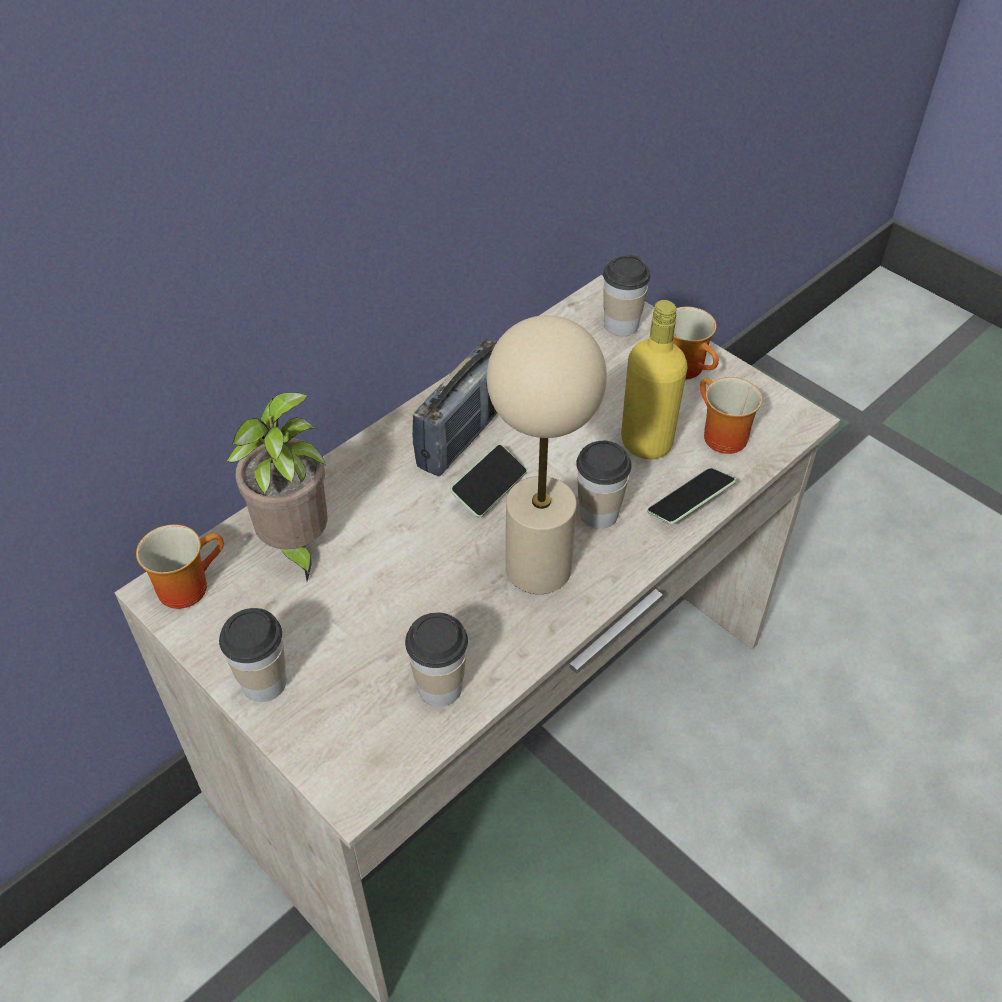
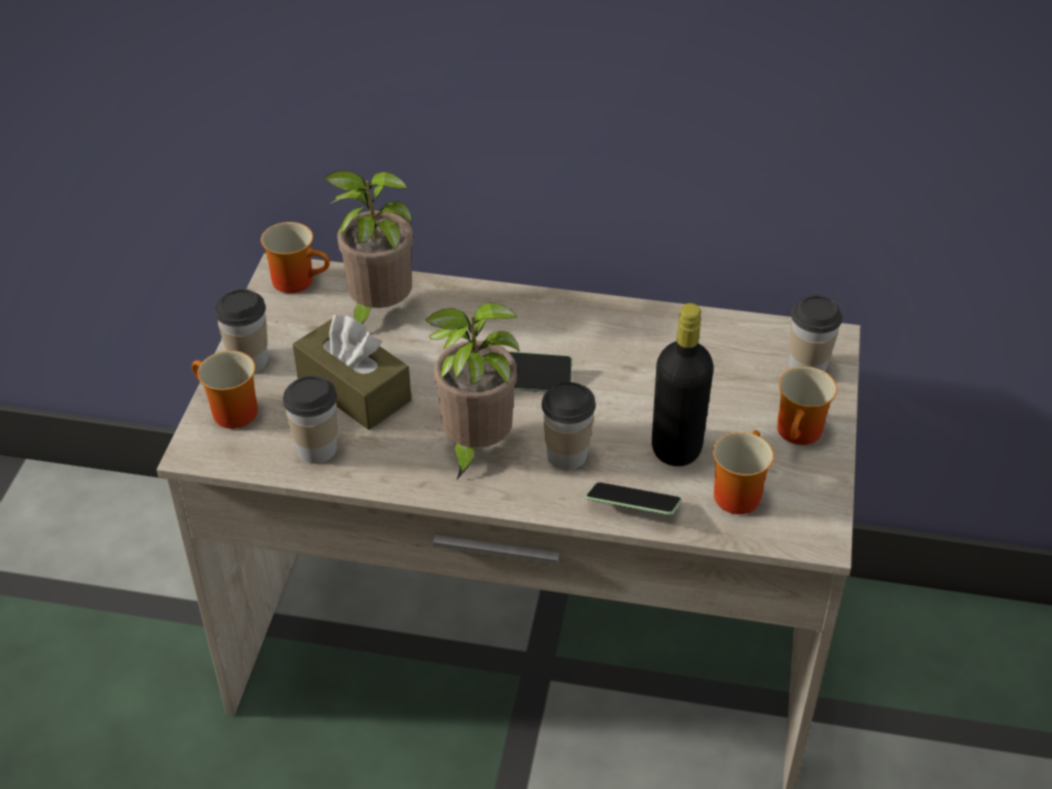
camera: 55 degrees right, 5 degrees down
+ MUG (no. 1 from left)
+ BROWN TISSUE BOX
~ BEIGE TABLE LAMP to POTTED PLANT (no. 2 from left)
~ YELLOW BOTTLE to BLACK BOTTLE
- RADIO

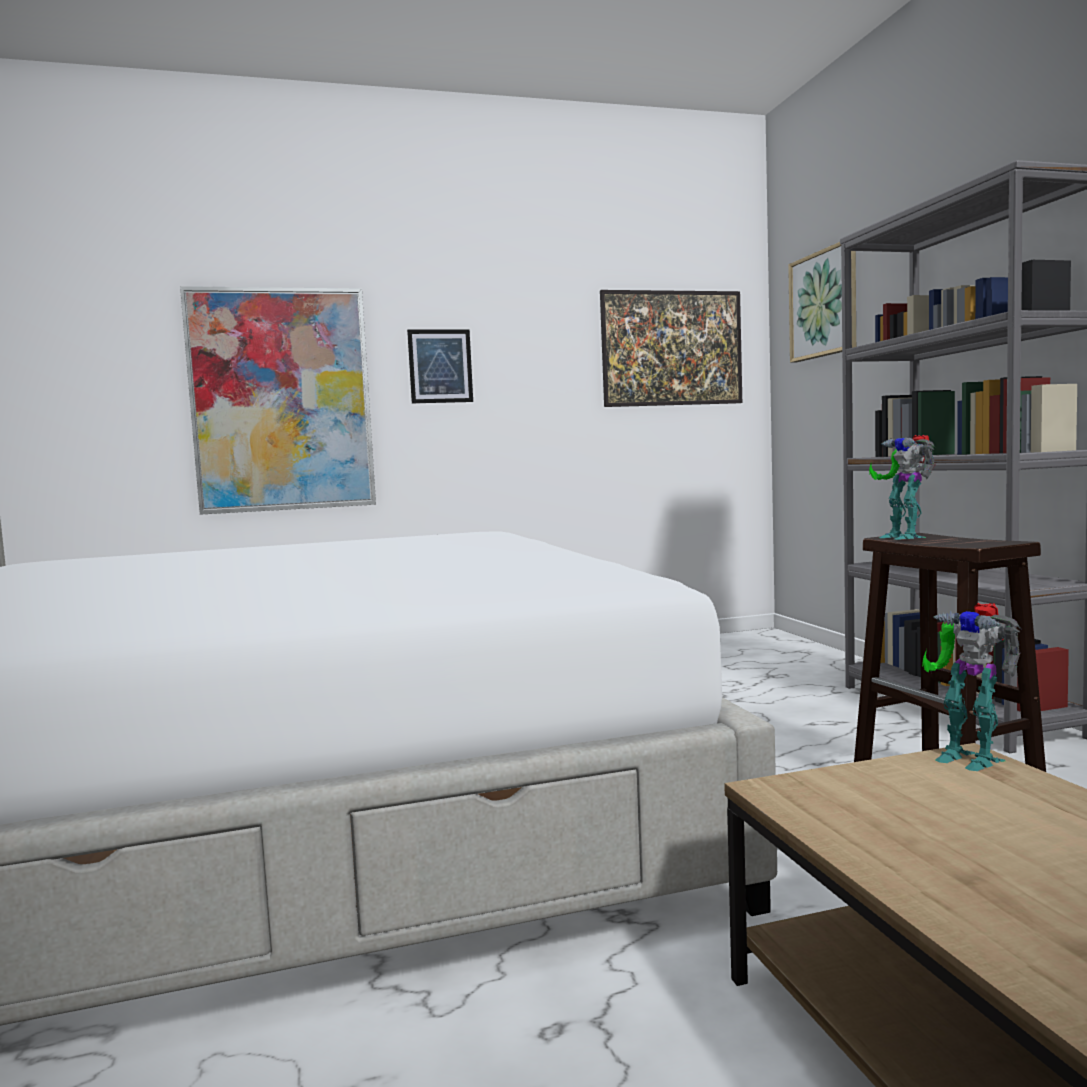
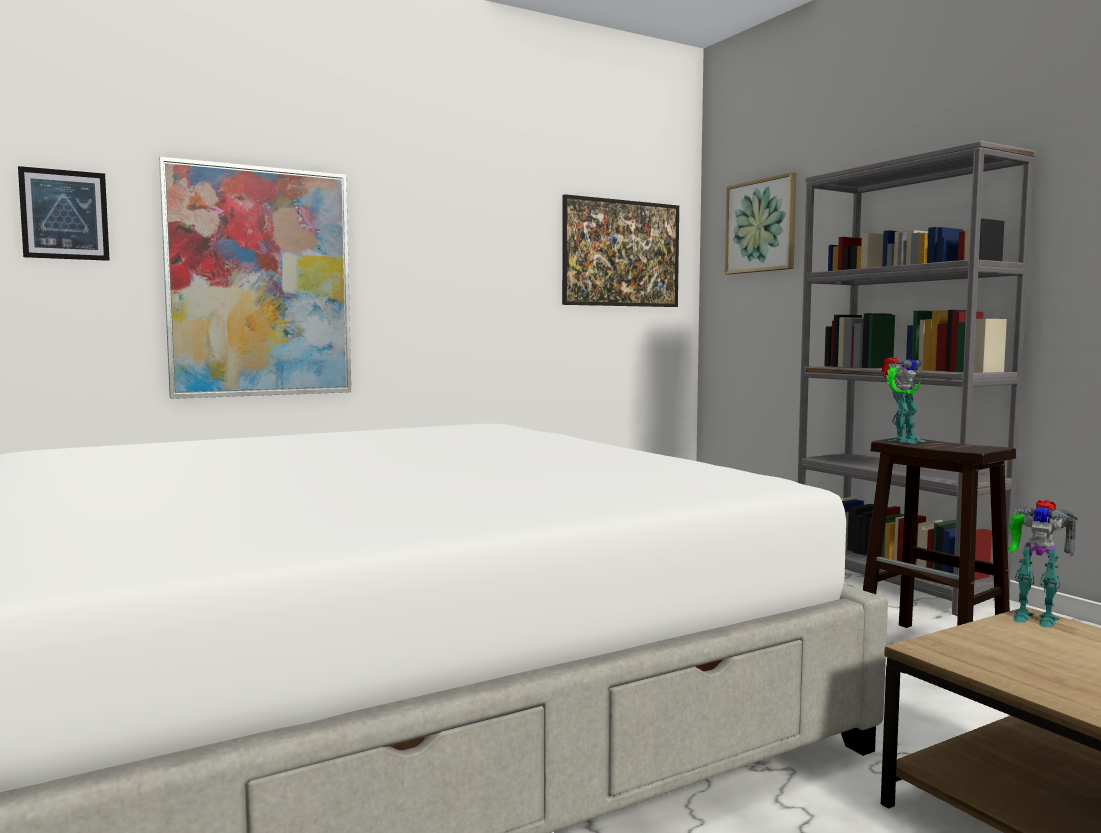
camera: 15 degrees left, 0 degrees up
~ PICTURE (no. 2 from left in the first image) to PICTURE (no. 1 from left)
~ TOY ROBOT (no. 1 from left) 90 degrees counterclockwise

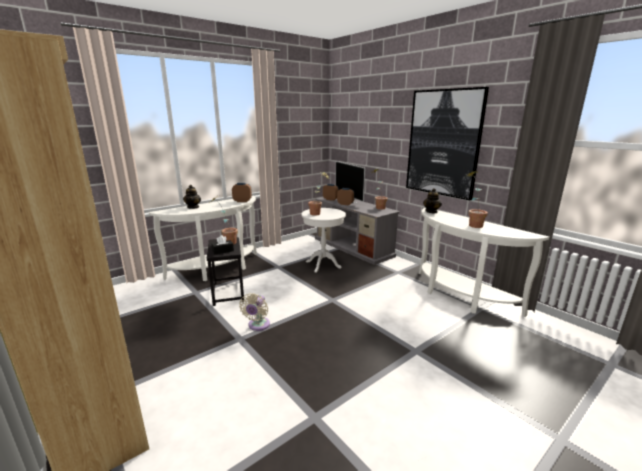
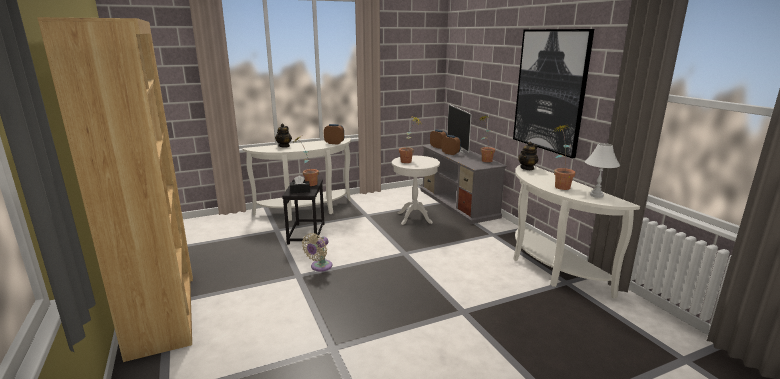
camera: 15 degrees right, 0 degrees up
+ WHITE TABLE LAMP

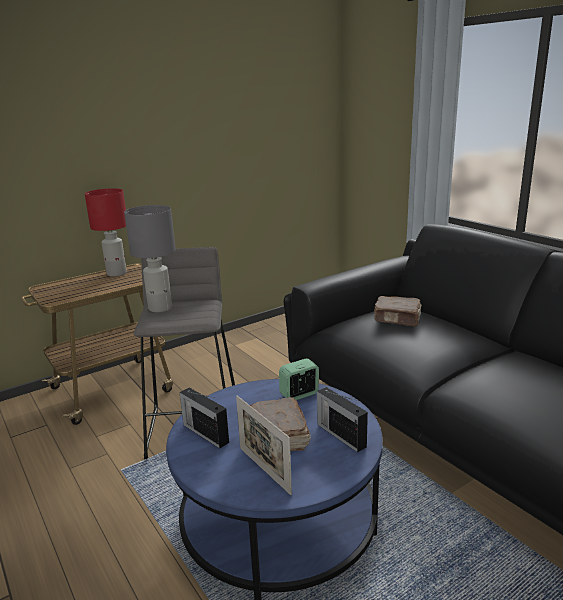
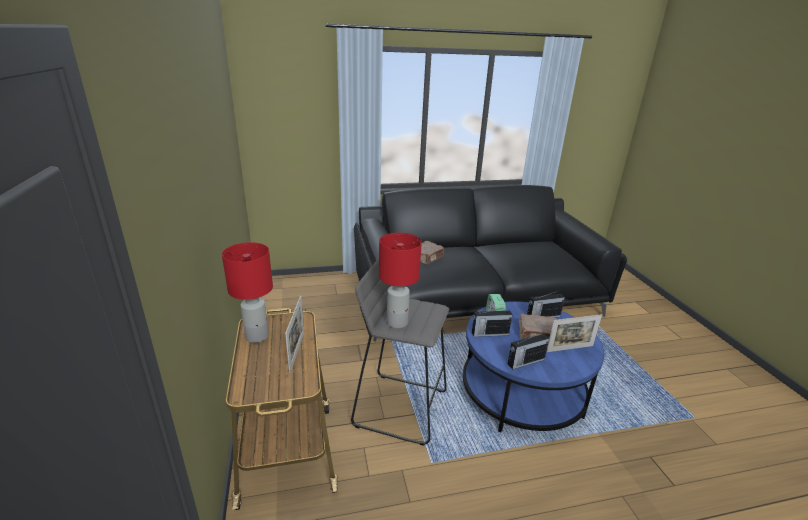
camera: 70 degrees left, 5 degrees up
+ PICTURE FRAME (no. 1 from left)
~ GREY TABLE LAMP to RED TABLE LAMP (no. 2 from left)
+ RADIO (no. 1 from left)

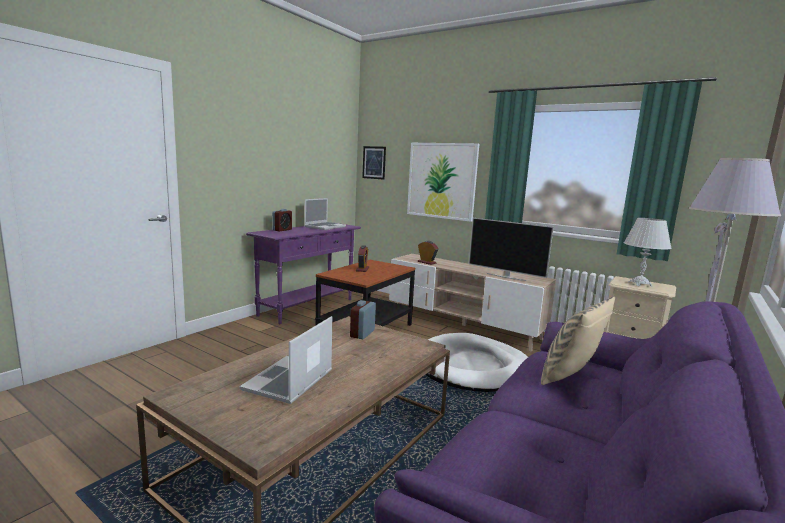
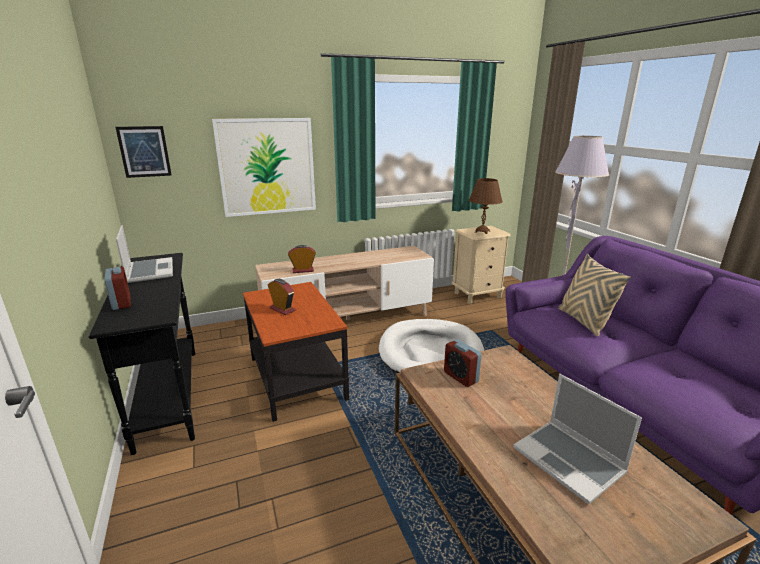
camera: 55 degrees left, 10 degrees up
~ PURPLE CONSOLE TABLE to BLACK CONSOLE TABLE
~ WHITE TABLE LAMP to BROWN TABLE LAMP
- TELEVISION

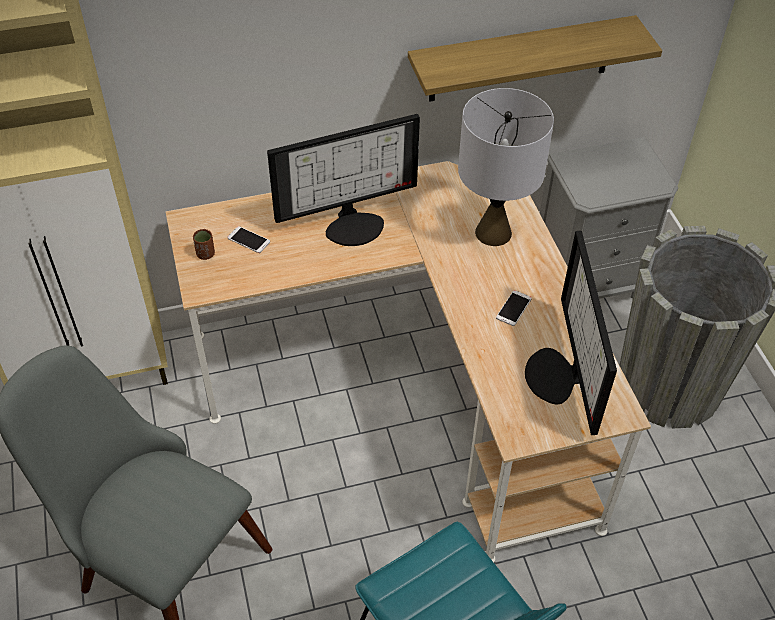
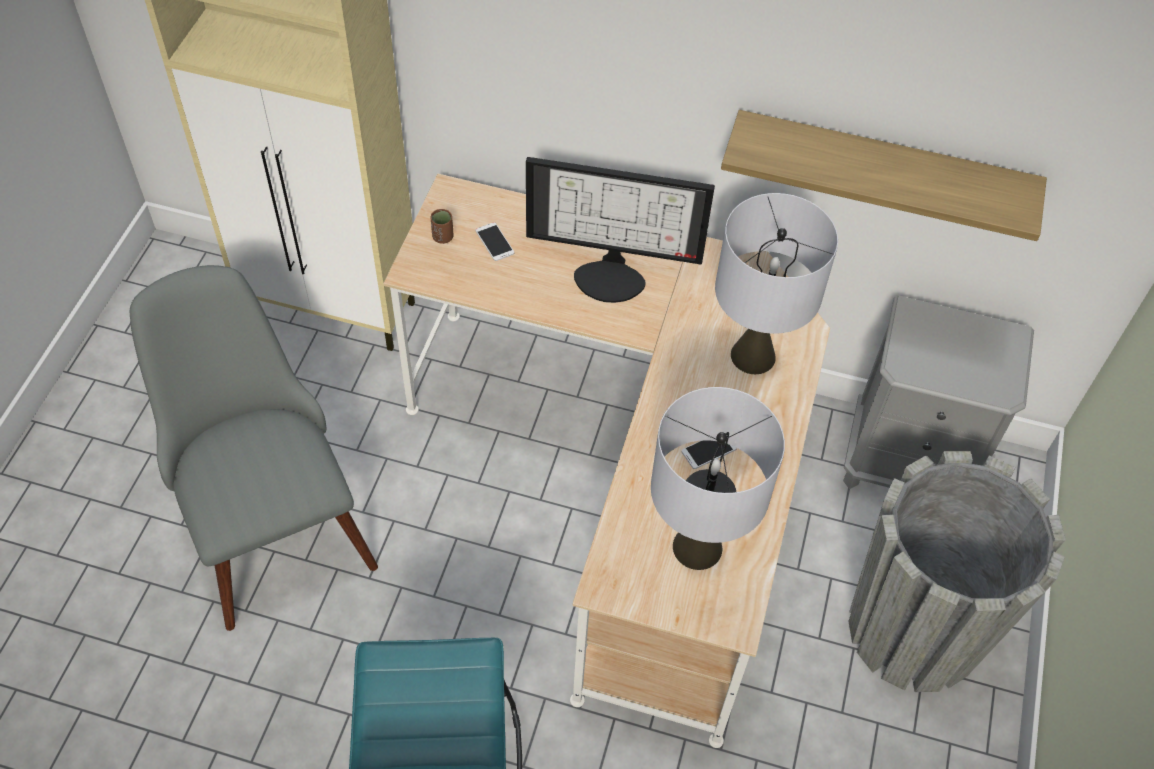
camera: 30 degrees right, 5 degrees up
~ MONITOR (no. 2 from left) to GREY TABLE LAMP (no. 1 from left)

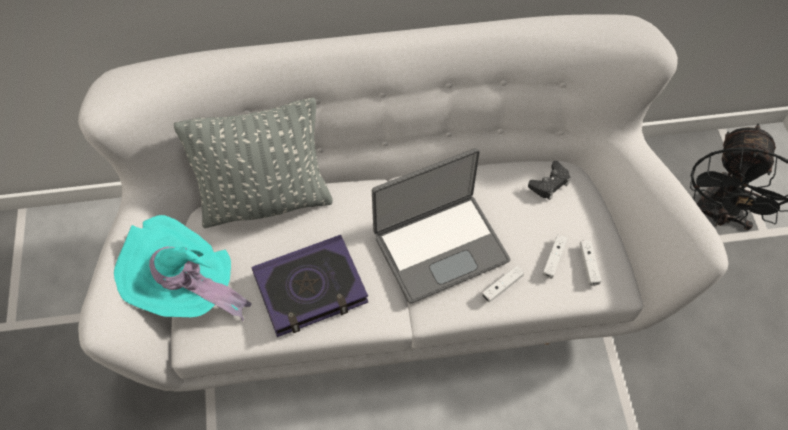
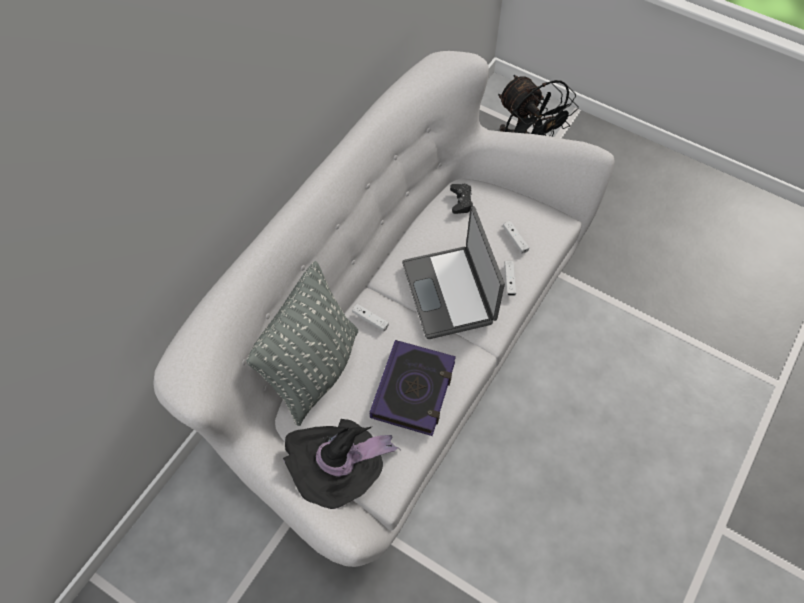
camera: 50 degrees left, 0 degrees up
~ TURQUOISE HAT to BLACK HAT
~ WHITE GAME CONTROLLER (no. 3 from left in the first image) to WHITE GAME CONTROLLER (no. 1 from left)
~ LAPTOP 150 degrees clockwise

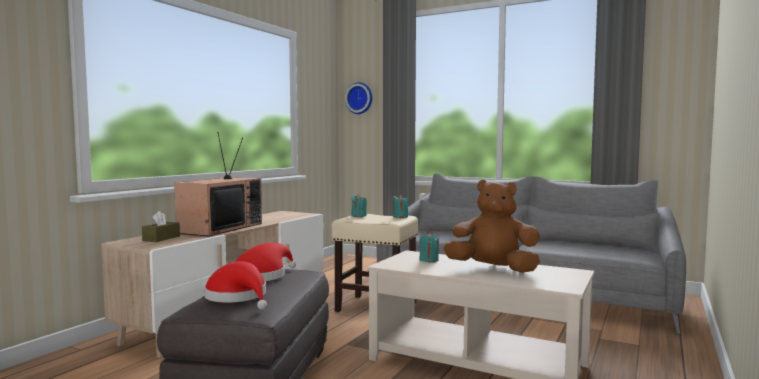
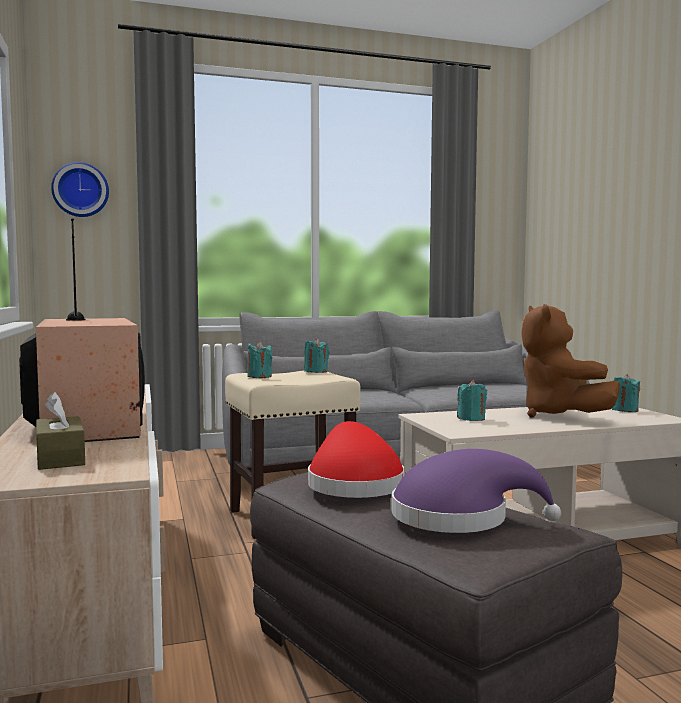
camera: 45 degrees left, 0 degrees up
~ RED HAT (no. 1 from left) to PURPLE HAT
~ BROWN PLUSH TOY 75 degrees counterclockwise
+ TURQUOISE CANDLE (no. 4 from left)

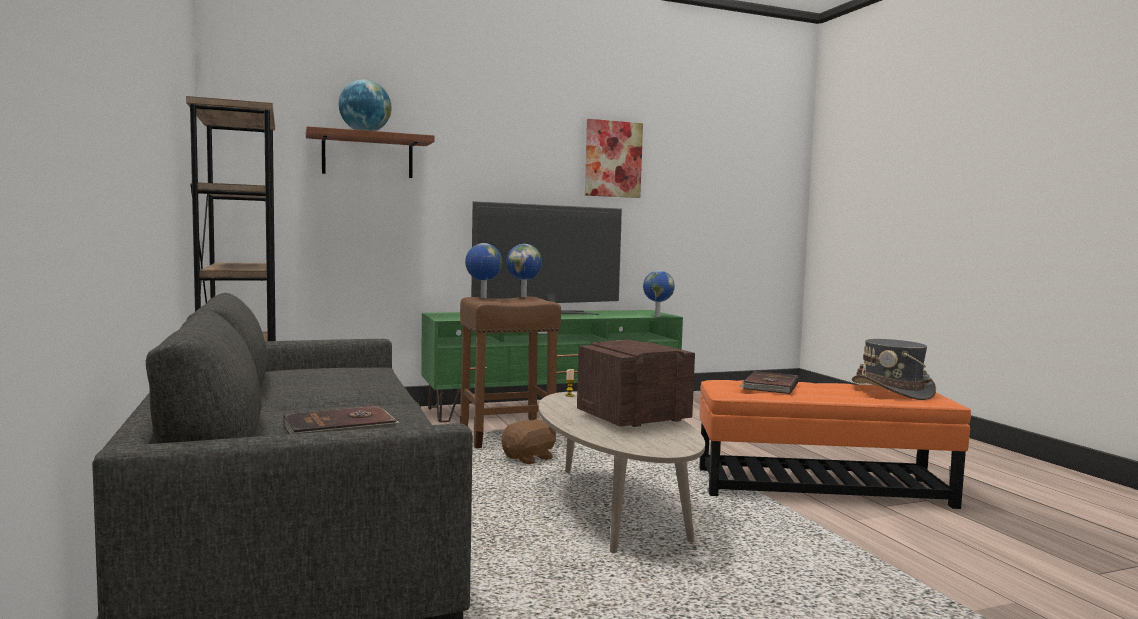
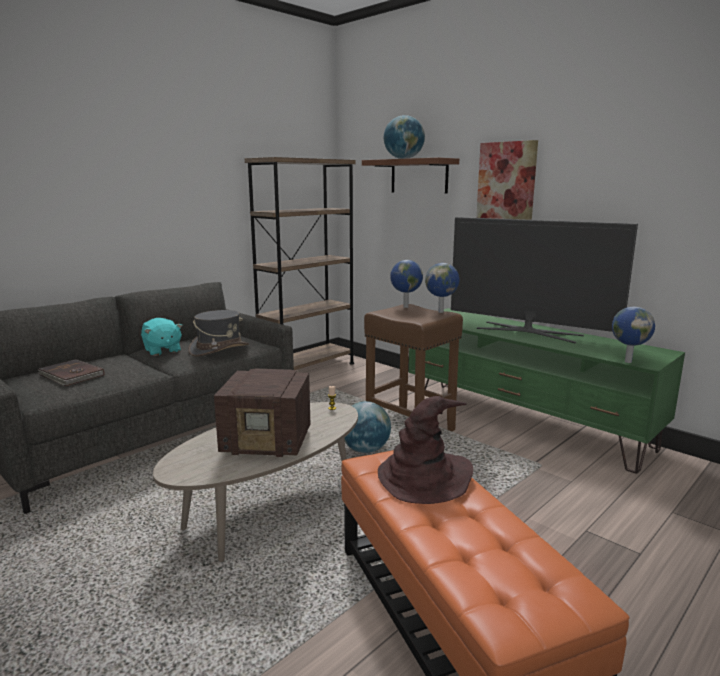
camera: 65 degrees right, 10 degrees up
+ TURQUOISE PLUSH TOY
~ GREY HAT
~ RADIO 150 degrees clockwise
~ BROWN PLUSH TOY to GLOBE (no. 1 from left)
~ BROWN BOOK (no. 2 from left) to BROWN HAT
~ PICTURE

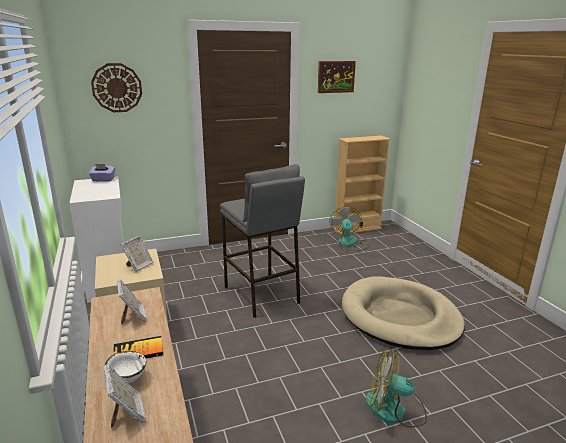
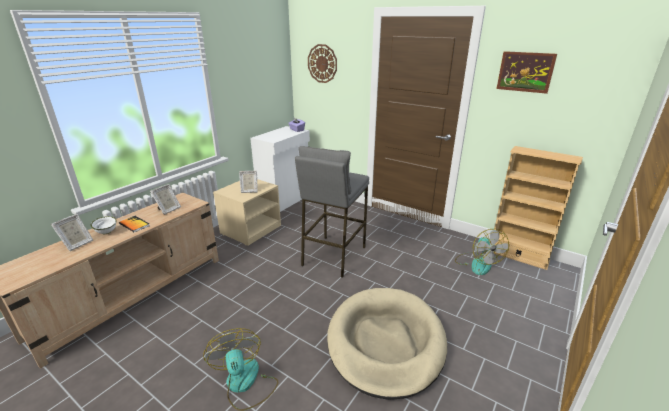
camera: 55 degrees right, 5 degrees up
~ FAN (no. 1 from left in the first image) 120 degrees clockwise

